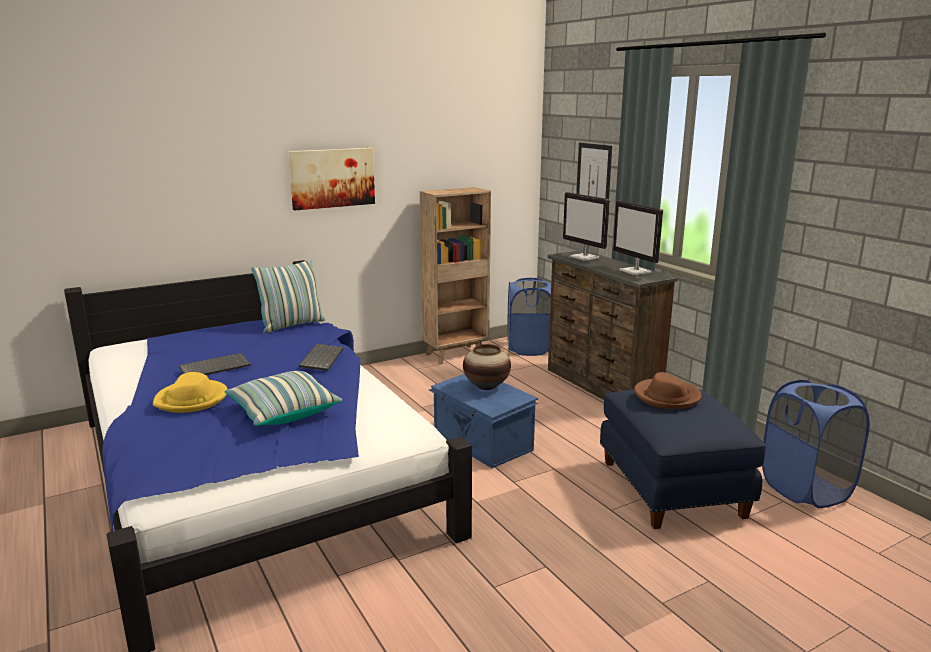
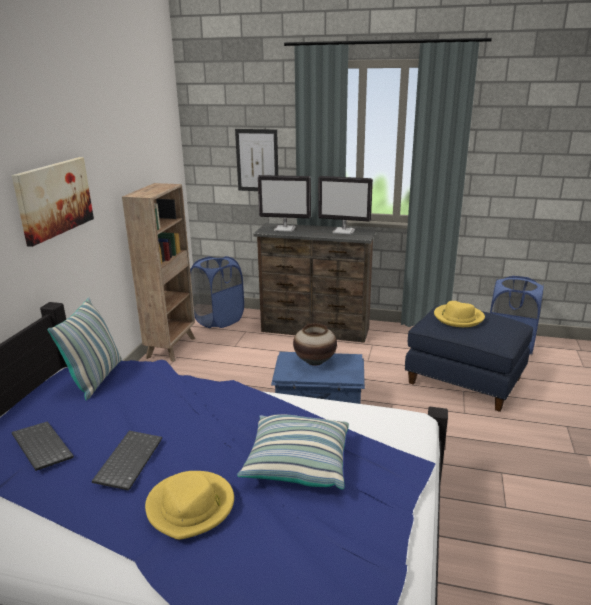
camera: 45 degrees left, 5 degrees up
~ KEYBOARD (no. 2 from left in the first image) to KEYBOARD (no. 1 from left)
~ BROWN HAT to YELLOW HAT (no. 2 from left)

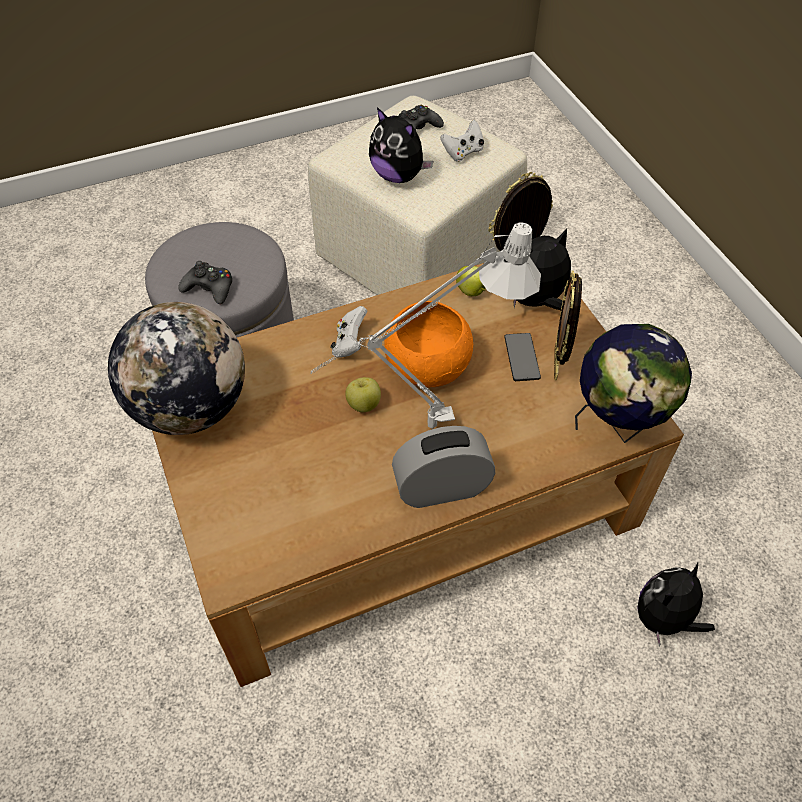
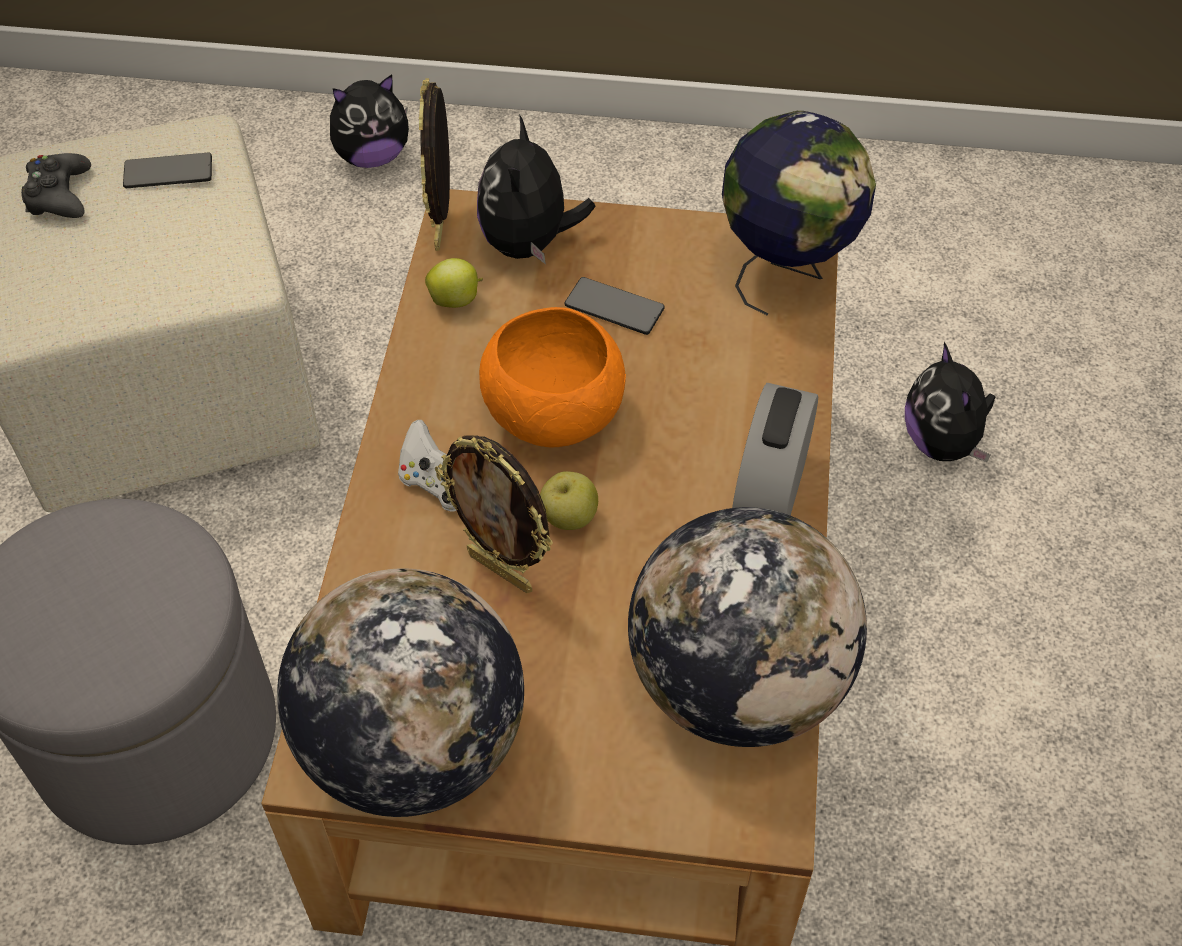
camera: 60 degrees left, 0 degrees up
~ WHITE GAME CONTROLLER (no. 2 from left) to PHONE (no. 1 from left)
~ PLUSH TOY (no. 1 from left)
~ PICTURE FRAME (no. 2 from left)
+ GLOBE (no. 2 from left)
- BLACK GAME CONTROLLER (no. 1 from left)
- GREY TABLE LAMP

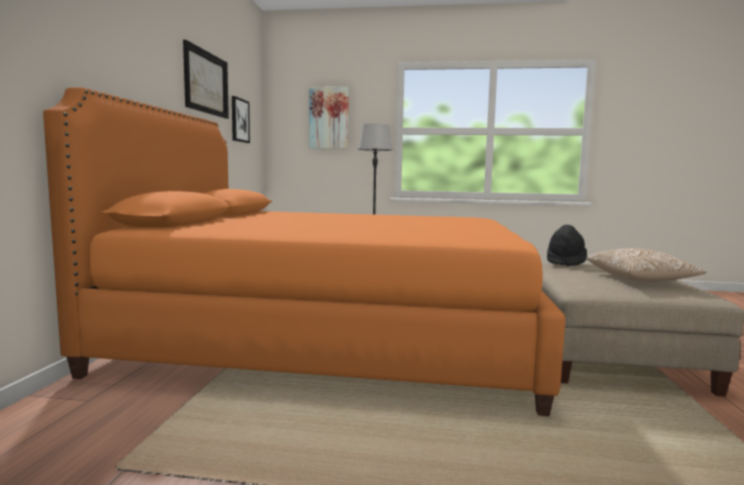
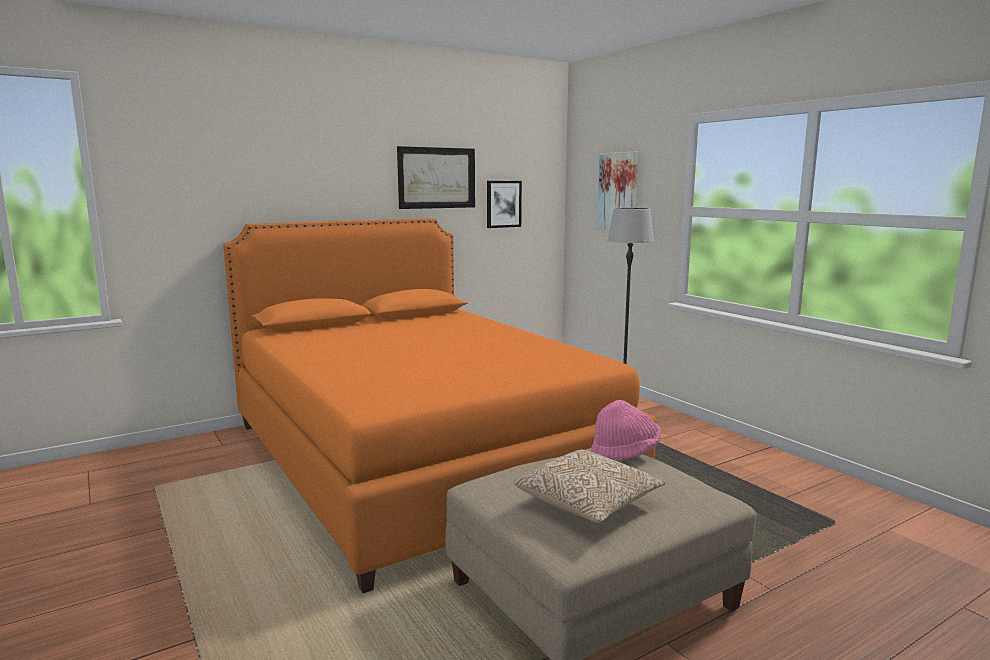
camera: 50 degrees right, 5 degrees up
~ BLACK HAT to PINK HAT

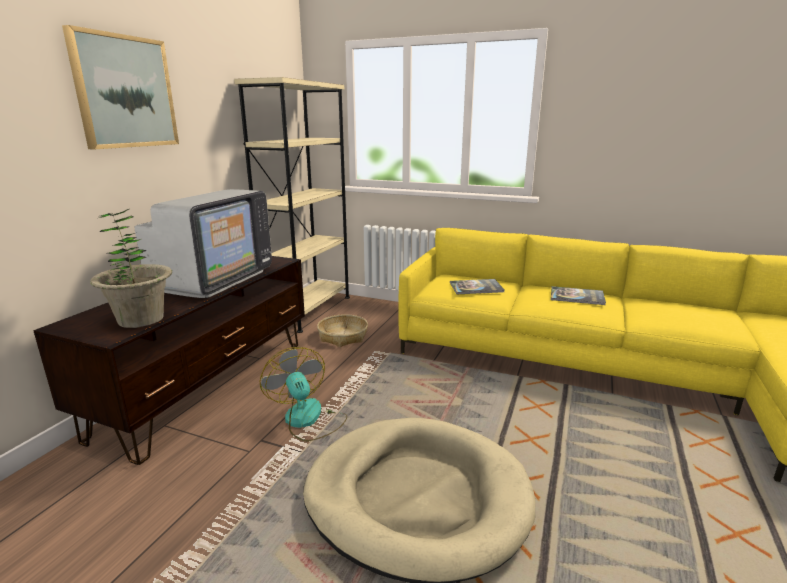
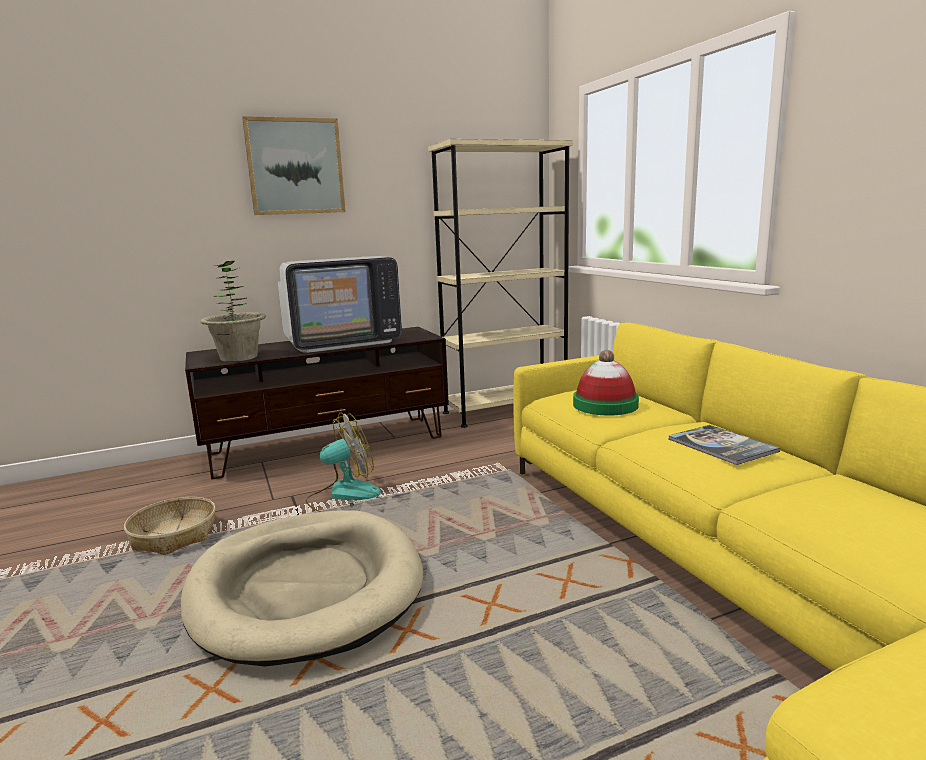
camera: 45 degrees right, 5 degrees down
~ BASKET
~ FAN 45 degrees clockwise
~ BOOK (no. 1 from left) to HAT

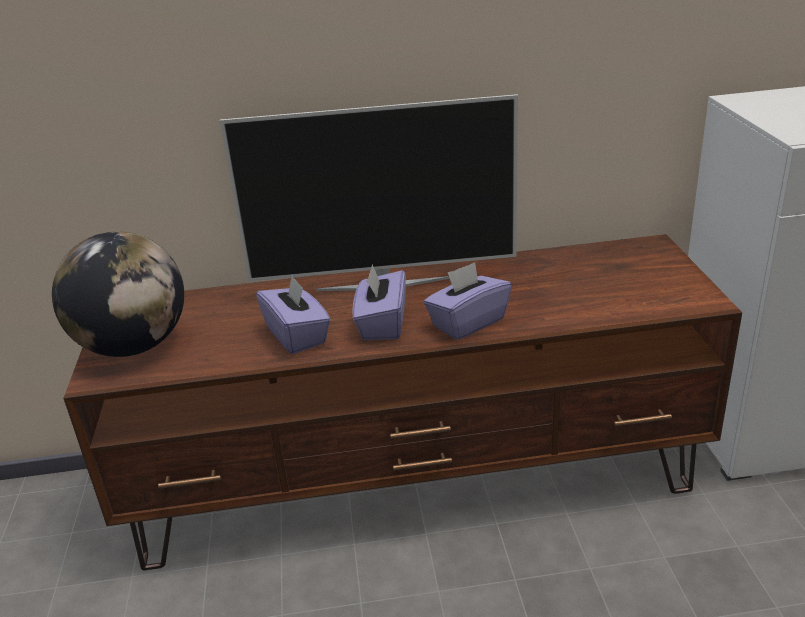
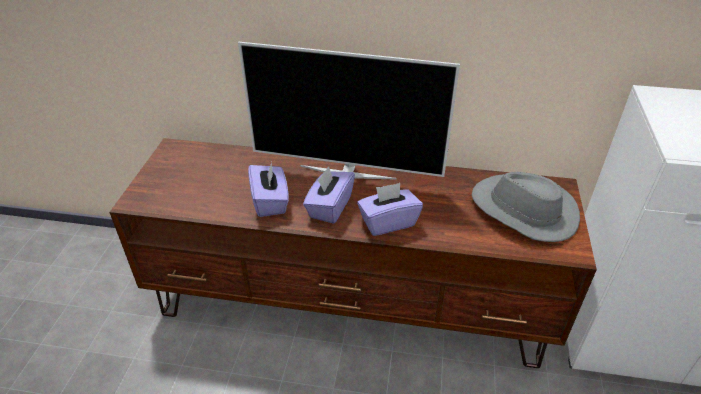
camera: 15 degrees right, 10 degrees up
+ GREY HAT
- GLOBE

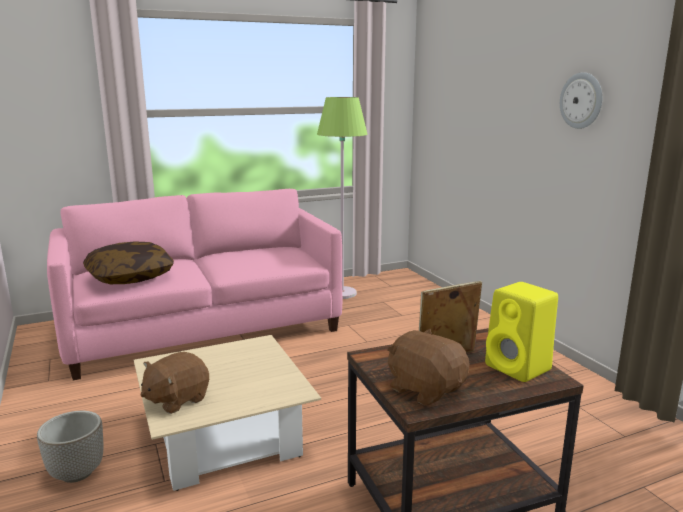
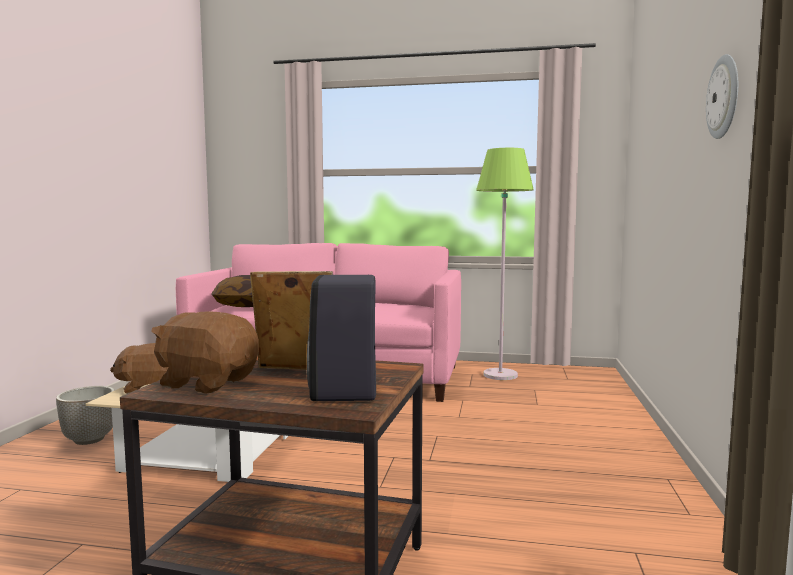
camera: 35 degrees right, 10 degrees down
~ BROWN PLUSH TOY (no. 2 from left) 60 degrees counterclockwise
~ YELLOW SPEAKER to BLACK SPEAKER

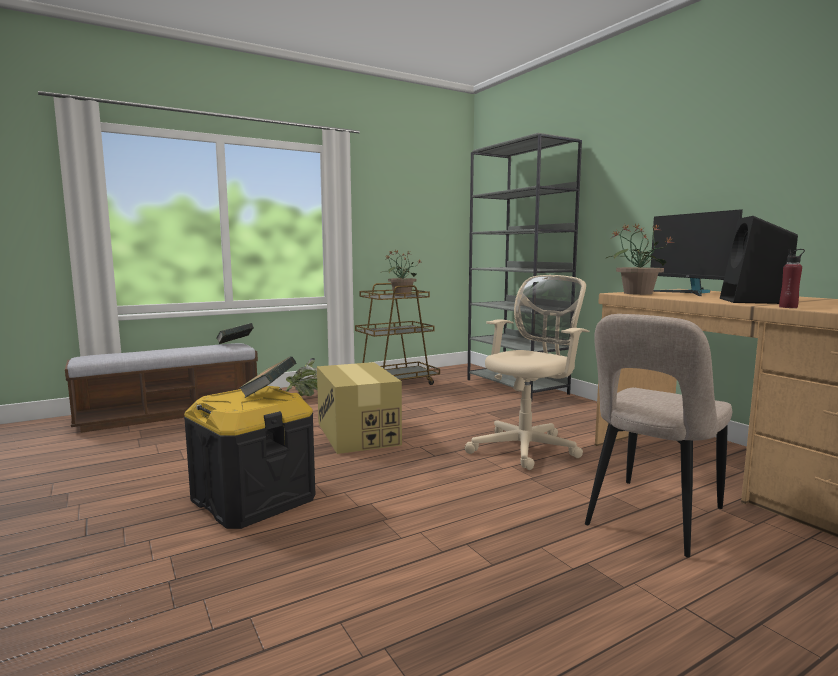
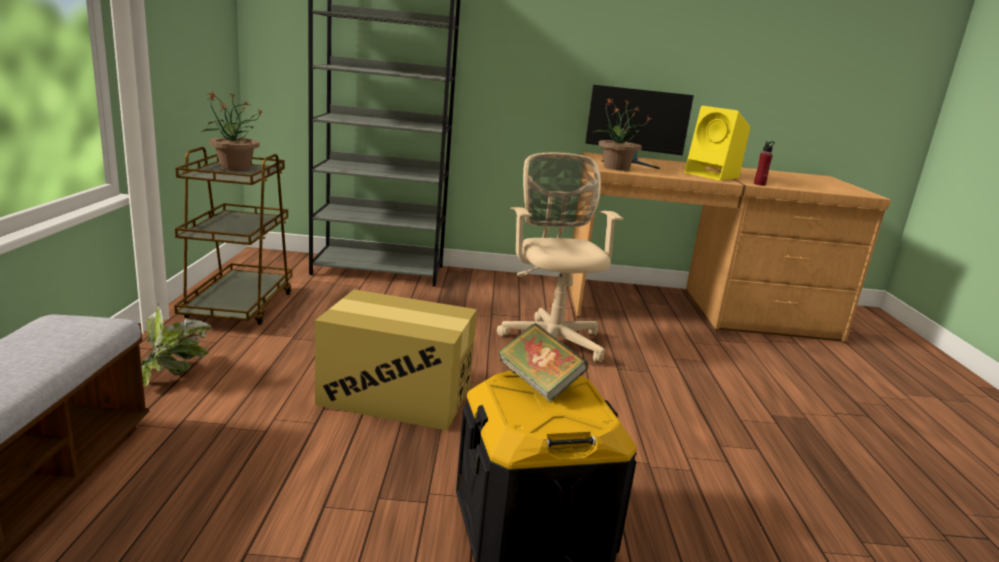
camera: 60 degrees left, 10 degrees up
~ BLACK SPEAKER to YELLOW SPEAKER
- BOOK (no. 1 from left)
- BEIGE CHAIR

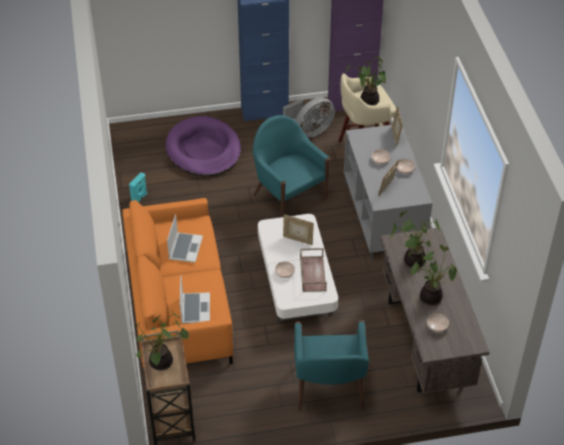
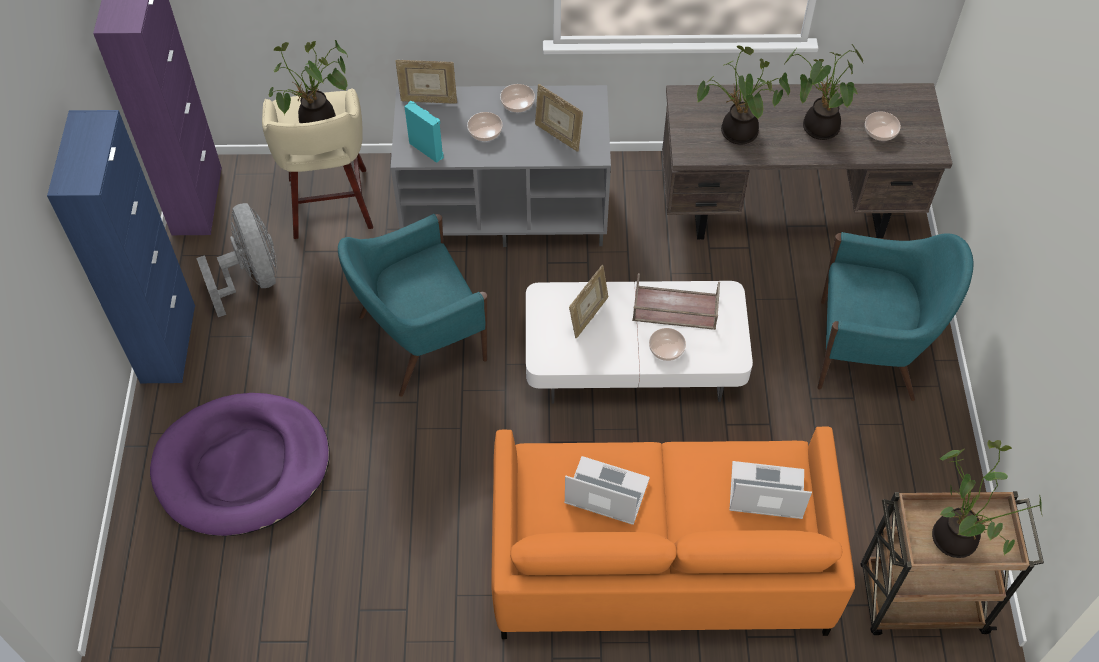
camera: 80 degrees left, 10 degrees up
~ TURQUOISE SPEAKER

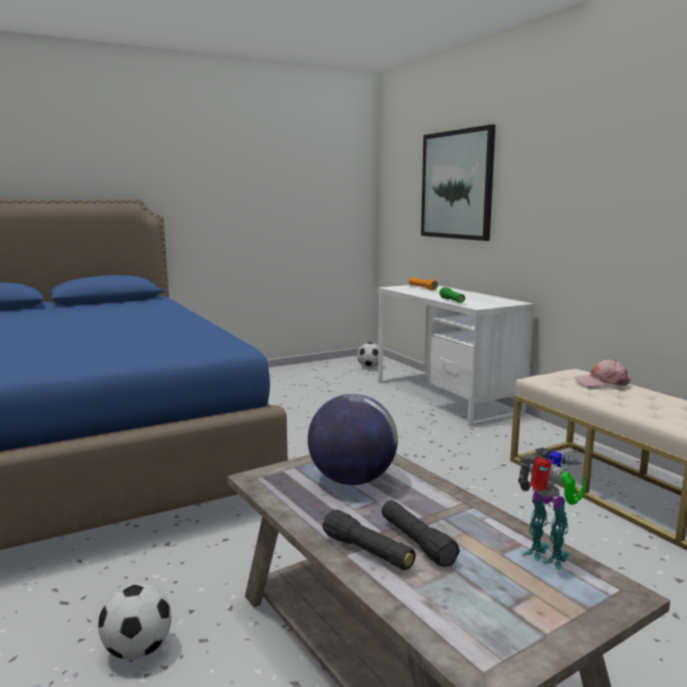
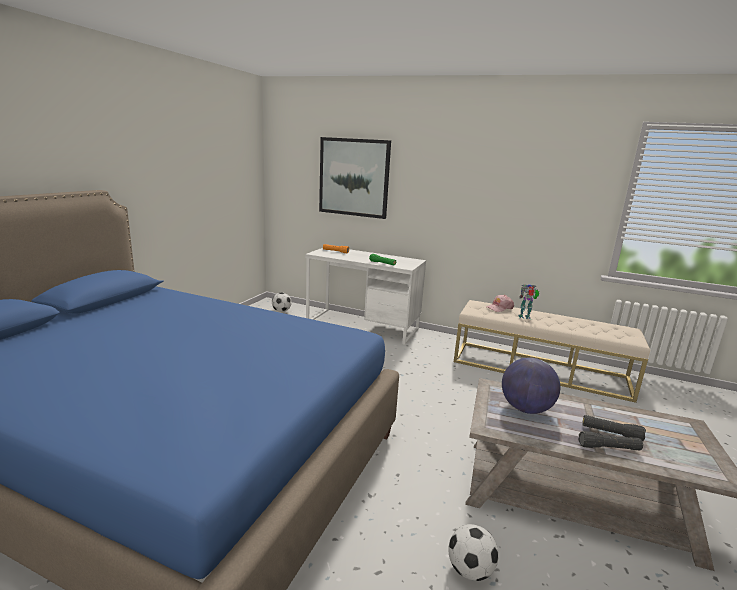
camera: 40 degrees left, 5 degrees up
~ TOY ROBOT

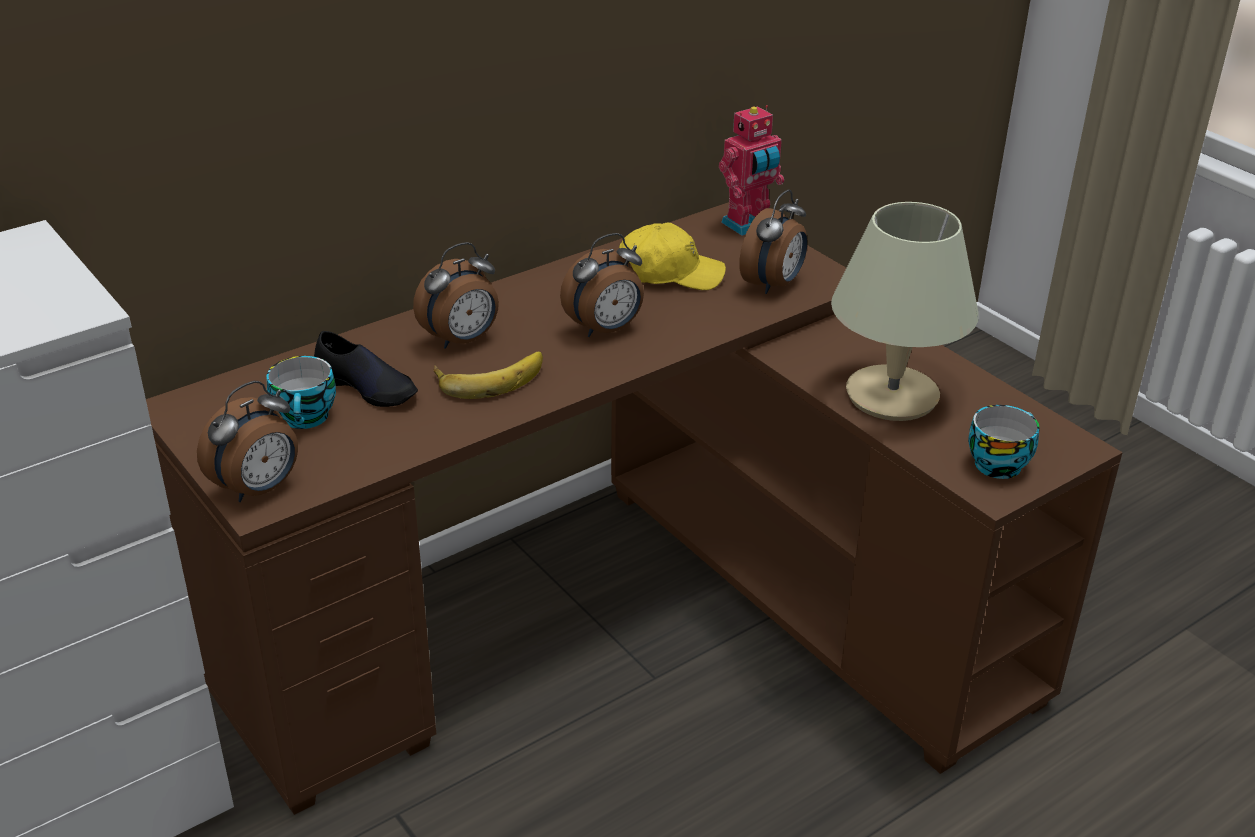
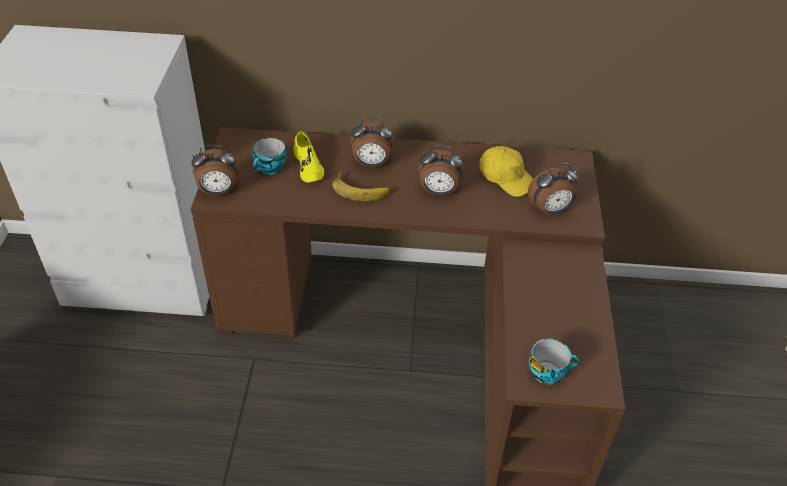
camera: 40 degrees right, 10 degrees up
~ BLACK SHOE to YELLOW SHOE
- TOY ROBOT
- BEIGE TABLE LAMP

